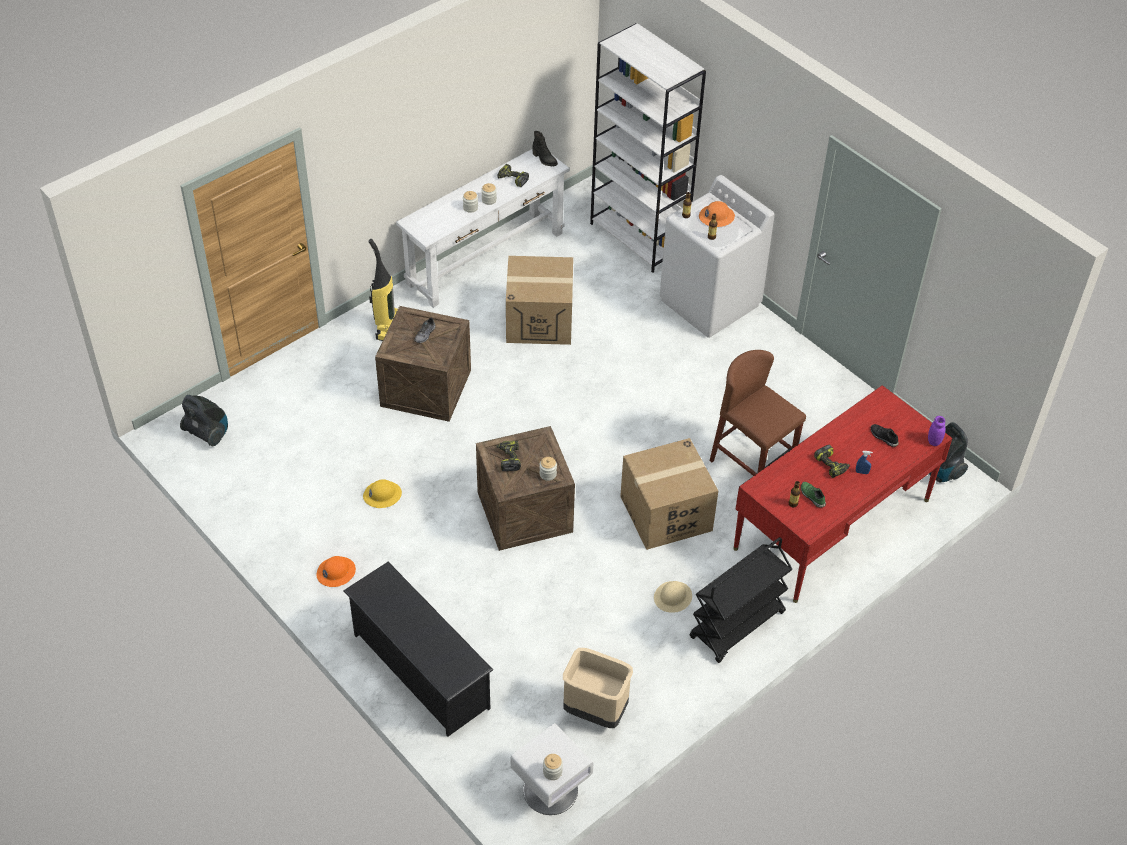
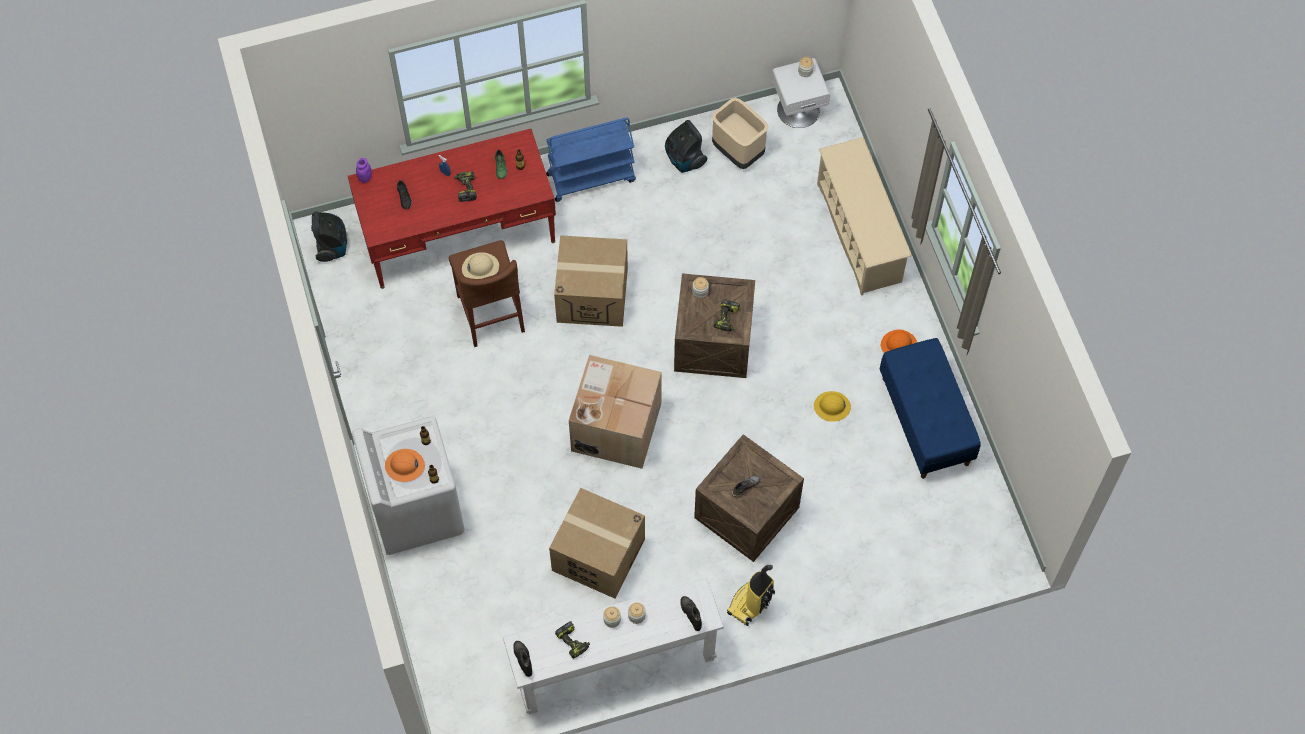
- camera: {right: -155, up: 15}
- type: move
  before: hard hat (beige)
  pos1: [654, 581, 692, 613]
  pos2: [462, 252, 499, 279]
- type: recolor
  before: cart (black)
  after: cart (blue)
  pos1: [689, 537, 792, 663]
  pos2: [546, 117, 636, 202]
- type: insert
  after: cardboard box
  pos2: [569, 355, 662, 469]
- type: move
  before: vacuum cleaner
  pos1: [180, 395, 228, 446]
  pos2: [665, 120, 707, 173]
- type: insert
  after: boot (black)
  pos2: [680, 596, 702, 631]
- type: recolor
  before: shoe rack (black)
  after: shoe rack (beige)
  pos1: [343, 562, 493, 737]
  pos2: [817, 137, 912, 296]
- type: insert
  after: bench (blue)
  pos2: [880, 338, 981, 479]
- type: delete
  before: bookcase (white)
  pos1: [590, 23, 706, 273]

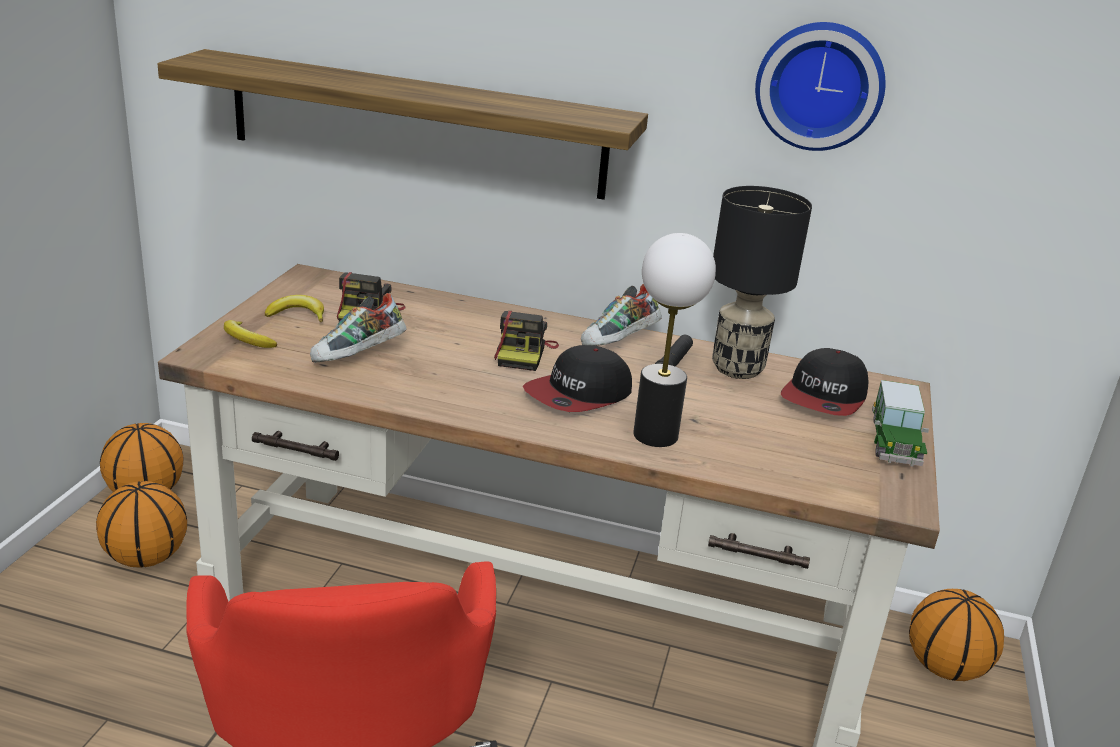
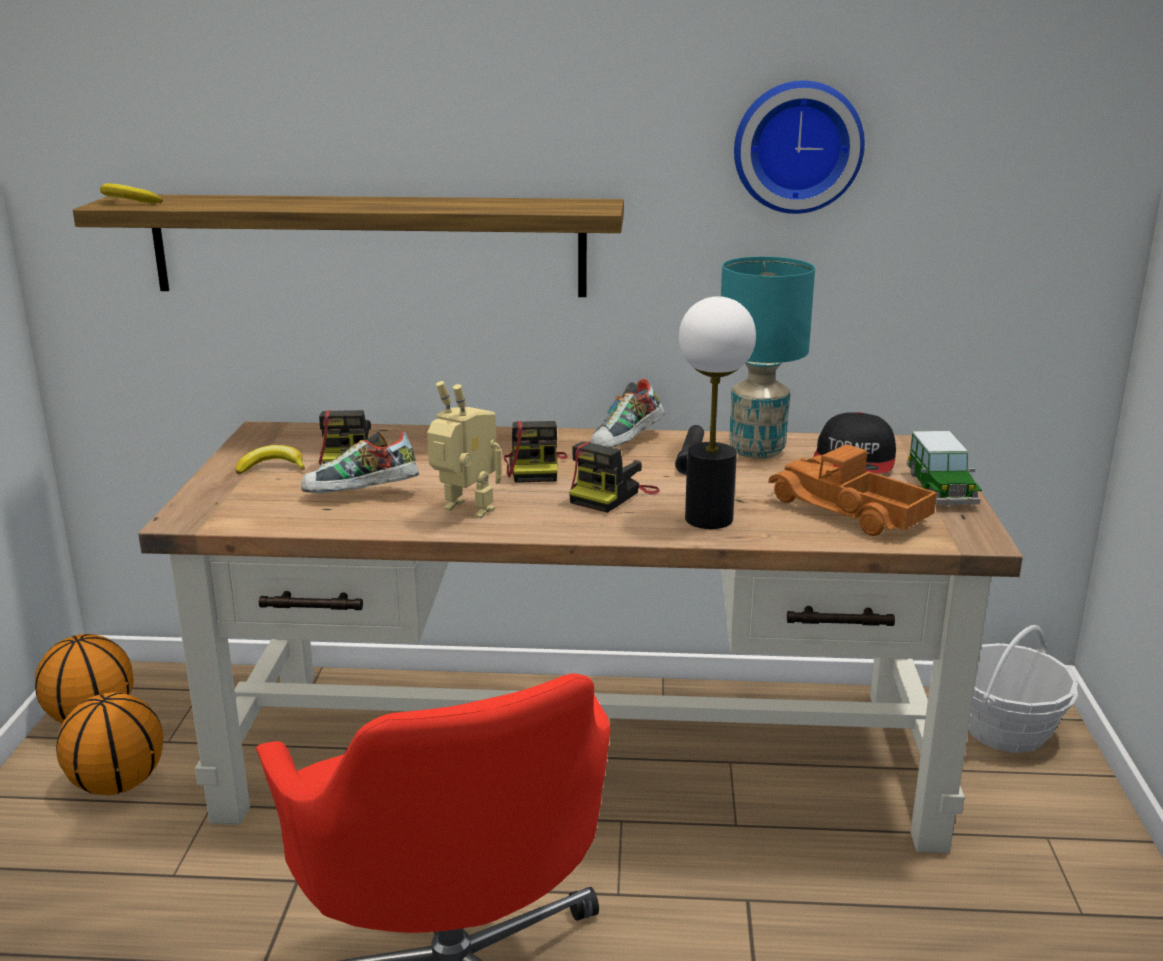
- camera: {right: -10, up: -5}
- type: move
  before: banana
  pos1: [224, 320, 277, 348]
  pos2: [100, 183, 163, 203]
- type: rotate
  before: shoe
  pos1: [310, 293, 407, 363]
  pos2: [301, 431, 419, 493]
  turn: 45
- type: insert
  after: toy robot
  pos2: [427, 381, 502, 518]
- type: replace
  before: cap
  after: photo camera
  pos1: [523, 345, 632, 412]
  pos2: [569, 442, 660, 513]
- type: recolor
  before: table lamp (black)
  after: table lamp (turquoise)
  pos1: [712, 186, 812, 379]
  pos2: [721, 256, 815, 459]
- type: insert
  after: toy truck
  pos2: [769, 444, 937, 536]
- type: replace
  before: basketball
  after: basket
  pos1: [909, 589, 1004, 681]
  pos2: [968, 625, 1078, 753]

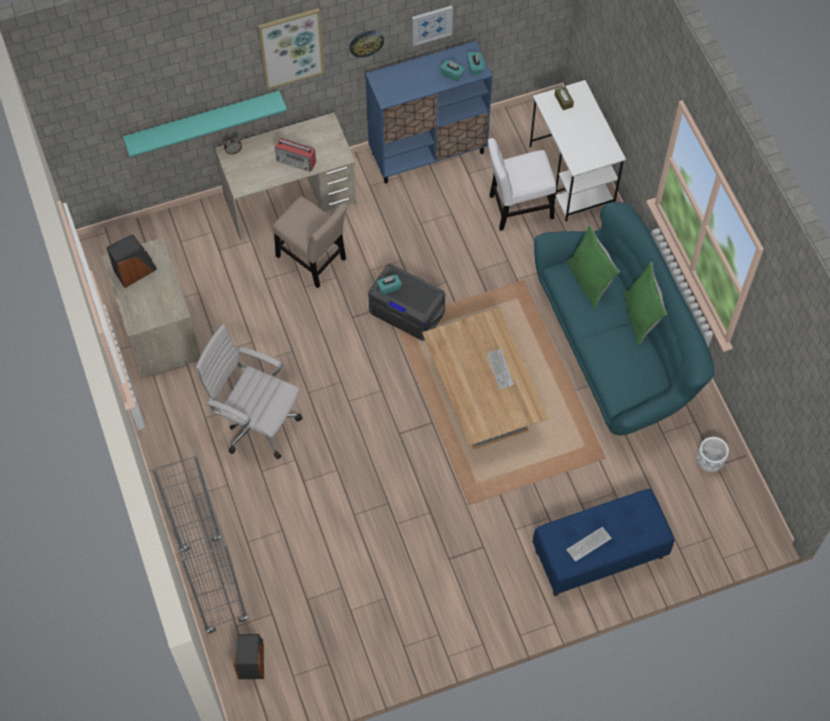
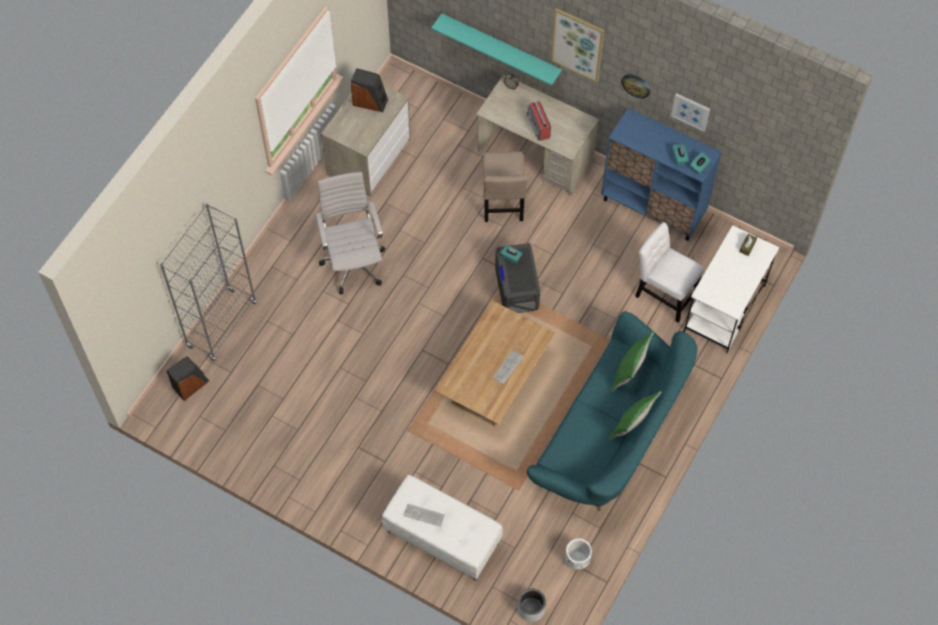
- camera: {right: 50, up: 0}
- type: recolor
  before: bench (blue)
  after: bench (white)
  pos1: [533, 489, 674, 596]
  pos2: [382, 475, 503, 581]
- type: insert
  after: planter (grey)
  pos2: [518, 589, 546, 622]

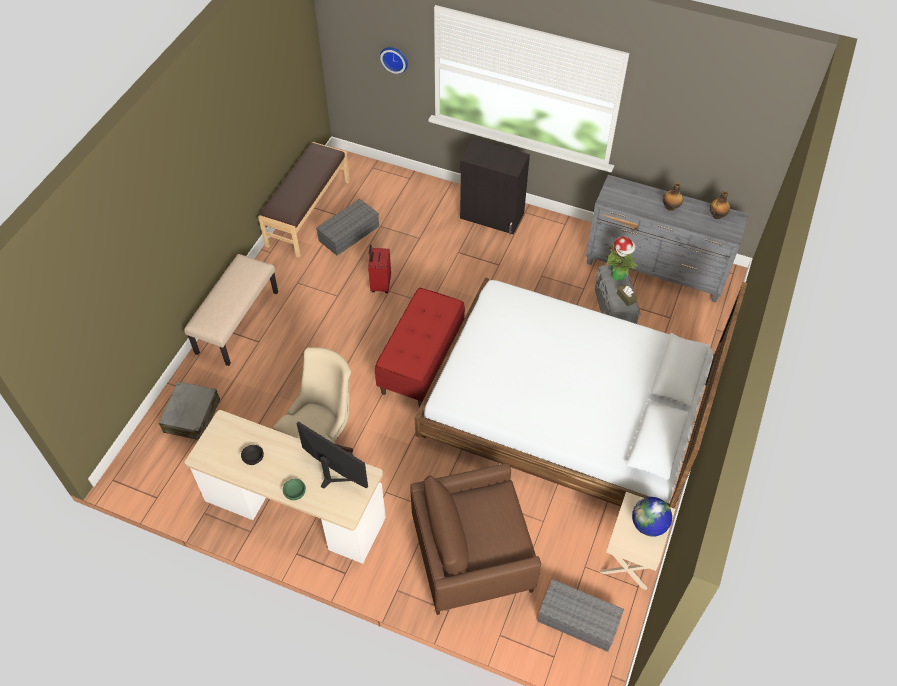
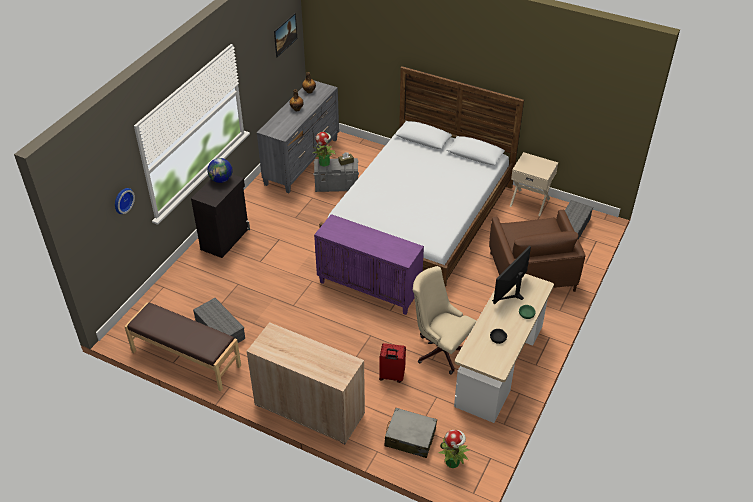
- camera: {right: -85, up: -10}
- type: move
  before: globe
  pos1: [632, 497, 672, 537]
  pos2: [207, 158, 233, 183]
- type: replace
  before: bench (beige)
  after: cabinet (beige)
  pos1: [184, 254, 278, 366]
  pos2: [246, 322, 365, 444]
- type: insert
  after: picture
  pos2: [274, 13, 297, 57]
- type: replace
  before: bench (red)
  after: cabinet (purple)
  pos1: [375, 288, 465, 408]
  pos2: [314, 214, 424, 315]
- type: move
  before: suitcase (red)
  pos1: [368, 245, 391, 293]
  pos2: [379, 343, 406, 383]
- type: insert
  after: potted plant
  pos2: [439, 430, 469, 468]

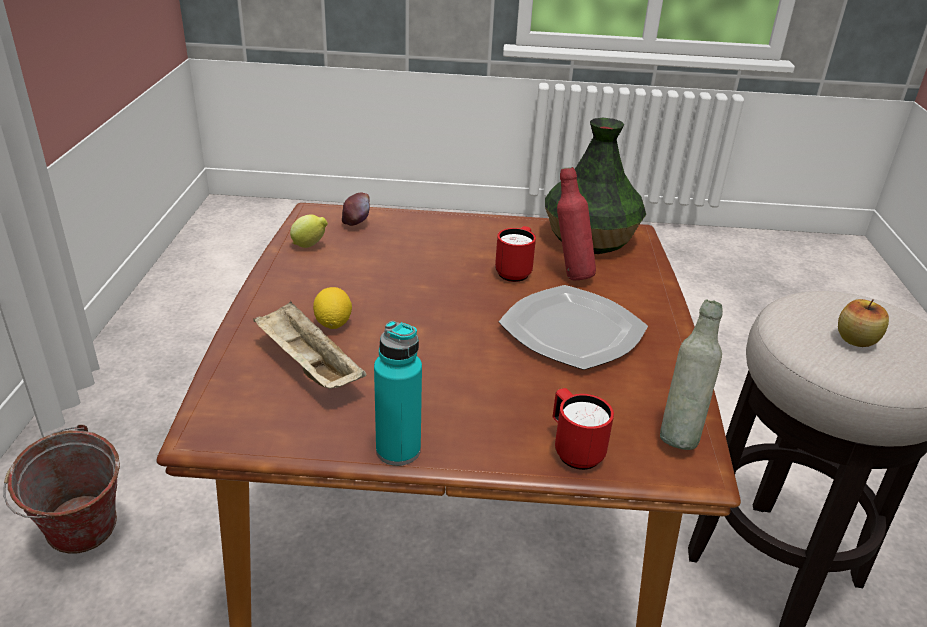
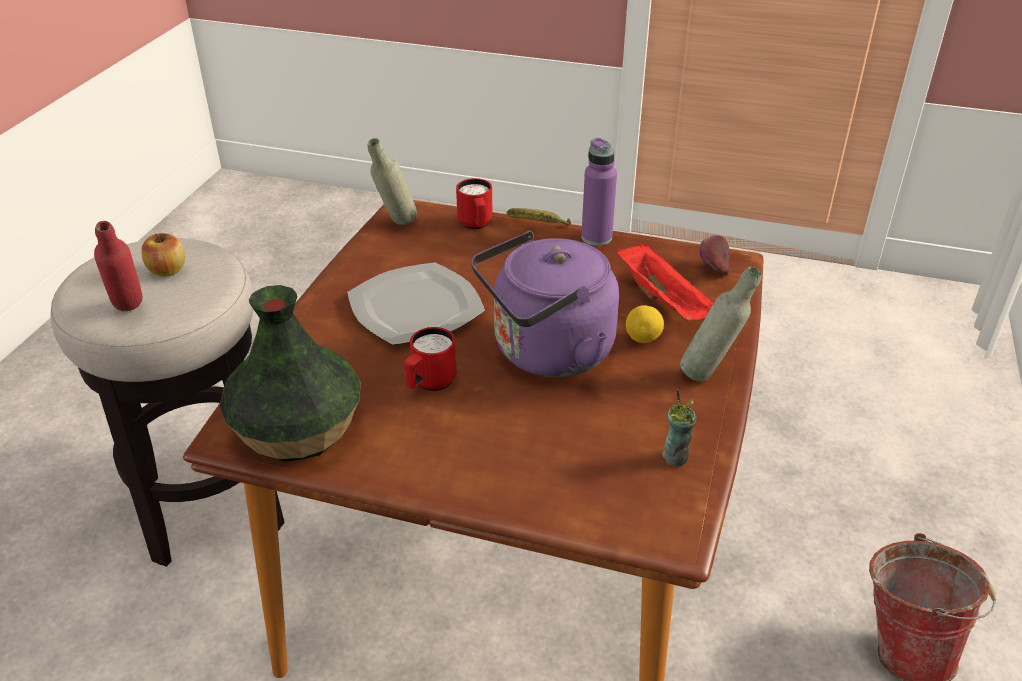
- camera: {right: -165, up: 5}
- type: move
  before: bottle (red)
  pos1: [557, 167, 596, 281]
  pos2: [94, 221, 142, 311]
- type: insert
  after: kettle (purple)
  pos2: [471, 231, 619, 377]
- type: insert
  after: banana
  pos2: [507, 208, 571, 225]
- type: recolor
  before: bottle (turquoise)
  after: bottle (purple)
  pos1: [374, 321, 422, 466]
  pos2: [581, 138, 617, 246]
- type: recolor
  before: tray (beige)
  after: tray (red)
  pos1: [253, 301, 367, 389]
  pos2: [617, 243, 716, 321]
- type: replace
  before: lemon
  after: cup
  pos1: [290, 215, 328, 248]
  pos2: [662, 389, 696, 467]
- type: insert
  after: bottle (grey)
  pos2: [680, 266, 762, 382]
- type: move
  before: apple
  pos1: [342, 193, 370, 226]
  pos2: [700, 235, 730, 275]

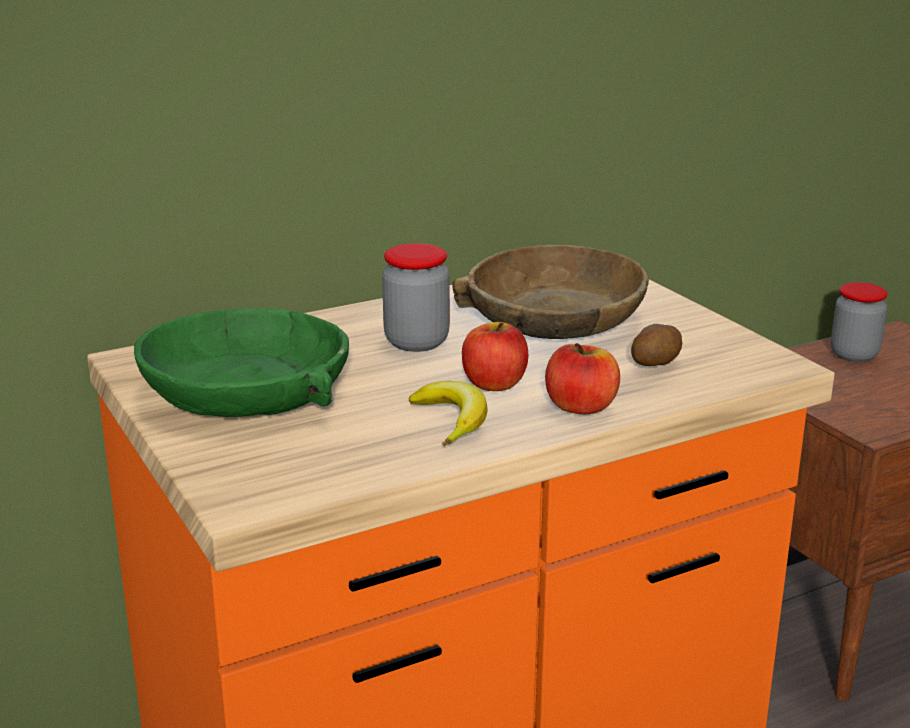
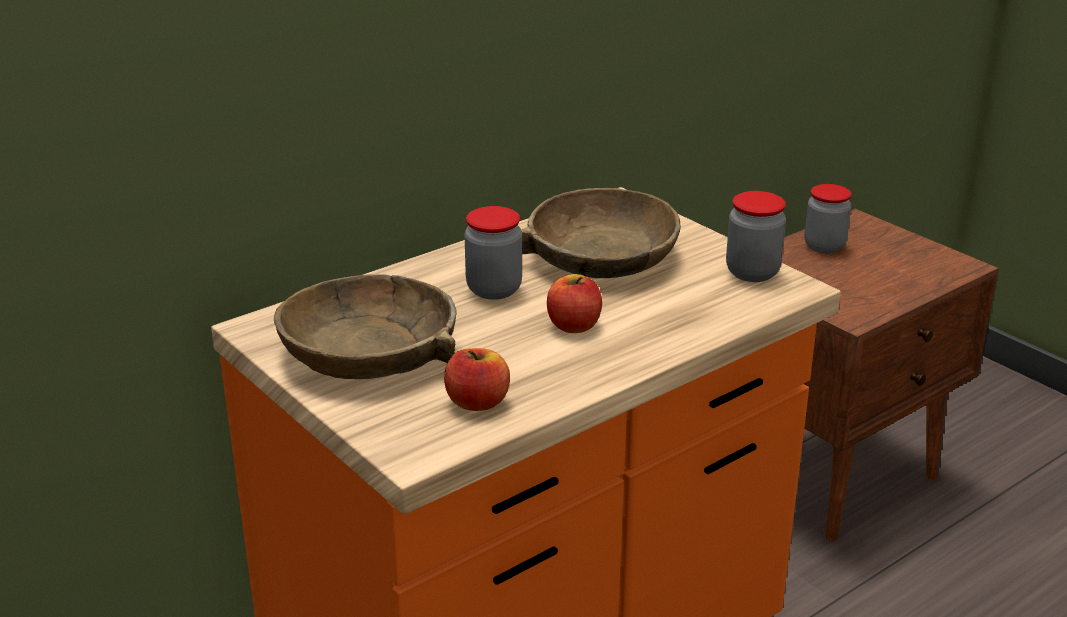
- camera: {right: -10, up: 5}
- type: recolor
  before: bowl (green)
  after: bowl (brown)
  pos1: [134, 308, 349, 417]
  pos2: [274, 274, 457, 379]
- type: move
  before: apple
  pos1: [545, 343, 620, 414]
  pos2: [444, 348, 510, 411]
- type: insert
  after: jar
  pos2: [726, 191, 786, 282]
- type: delete
  before: banana
  pos1: [409, 381, 487, 446]
- type: delete
  before: potato
  pos1: [631, 324, 682, 366]

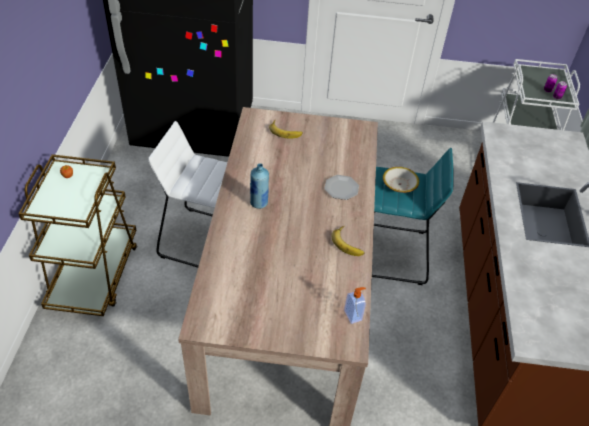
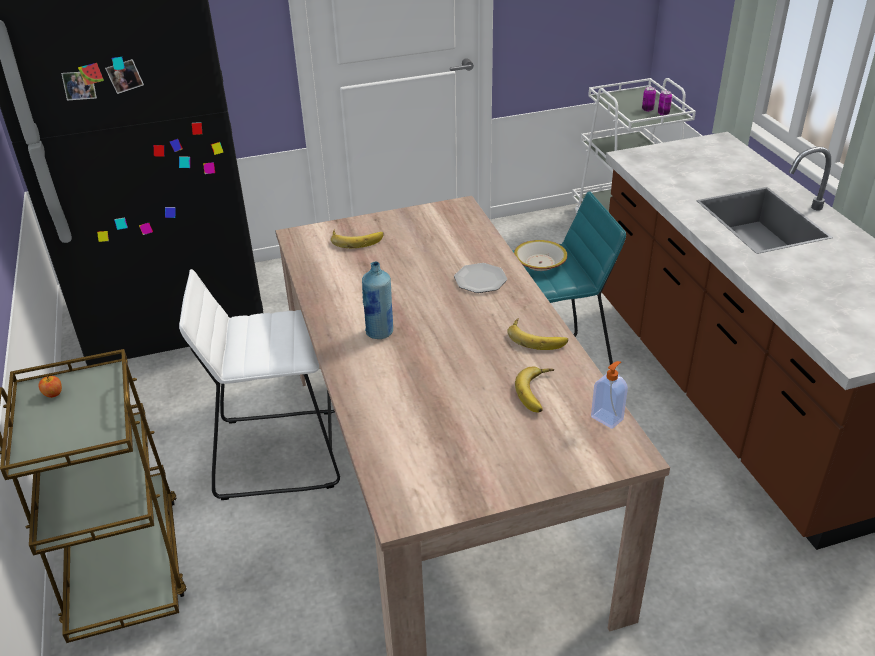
- camera: {right: -20, up: -10}
- type: insert
  after: banana
  pos2: [515, 367, 554, 412]

